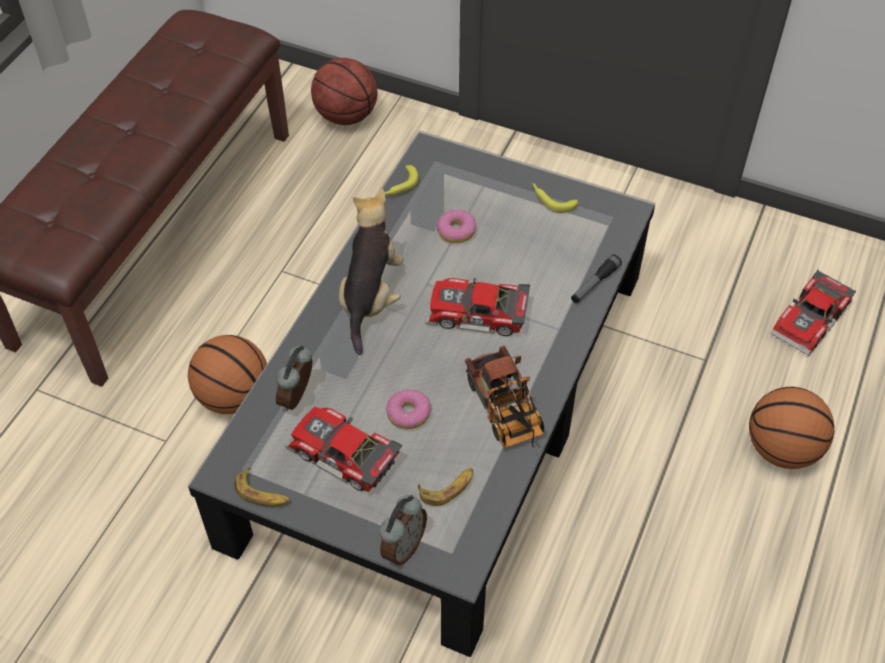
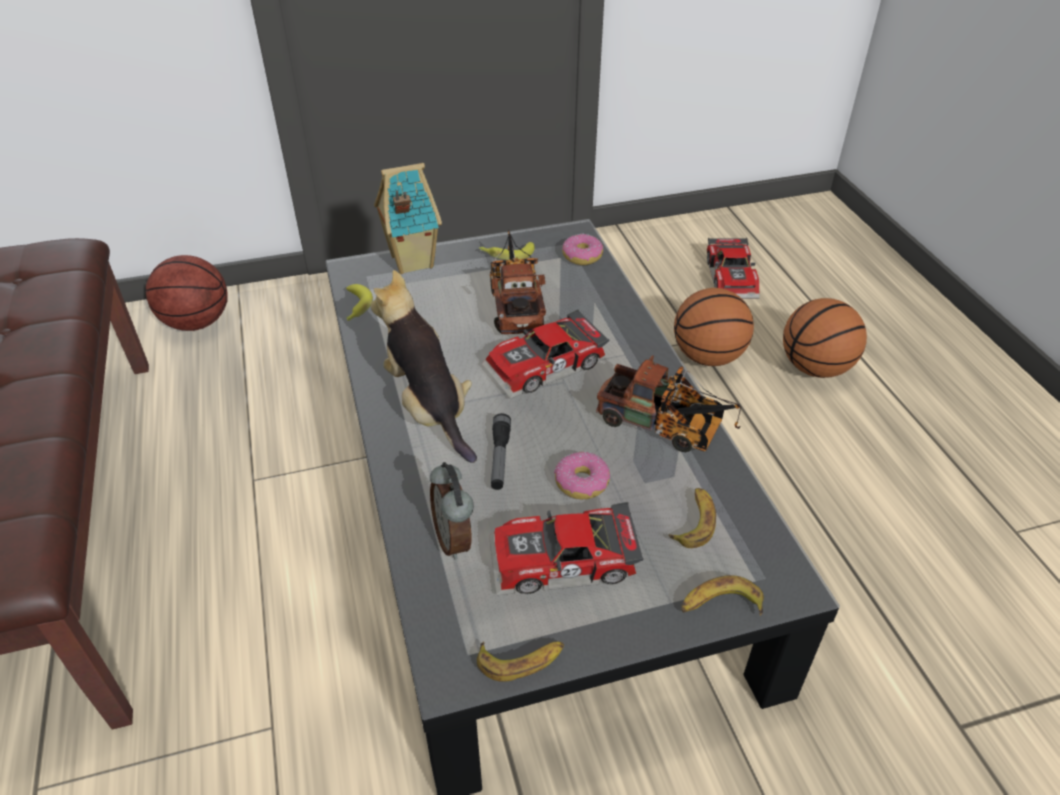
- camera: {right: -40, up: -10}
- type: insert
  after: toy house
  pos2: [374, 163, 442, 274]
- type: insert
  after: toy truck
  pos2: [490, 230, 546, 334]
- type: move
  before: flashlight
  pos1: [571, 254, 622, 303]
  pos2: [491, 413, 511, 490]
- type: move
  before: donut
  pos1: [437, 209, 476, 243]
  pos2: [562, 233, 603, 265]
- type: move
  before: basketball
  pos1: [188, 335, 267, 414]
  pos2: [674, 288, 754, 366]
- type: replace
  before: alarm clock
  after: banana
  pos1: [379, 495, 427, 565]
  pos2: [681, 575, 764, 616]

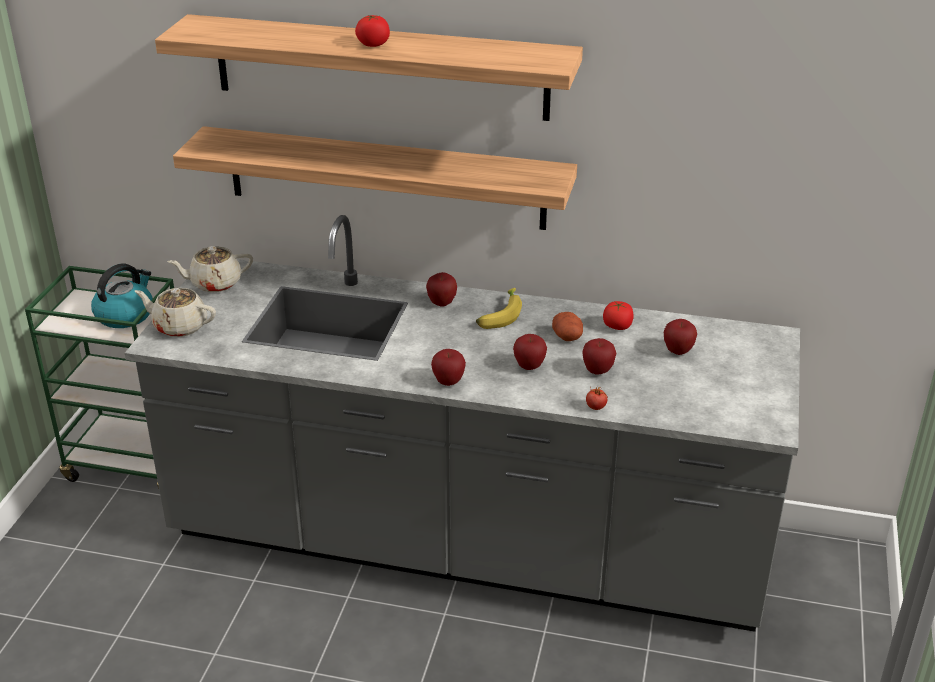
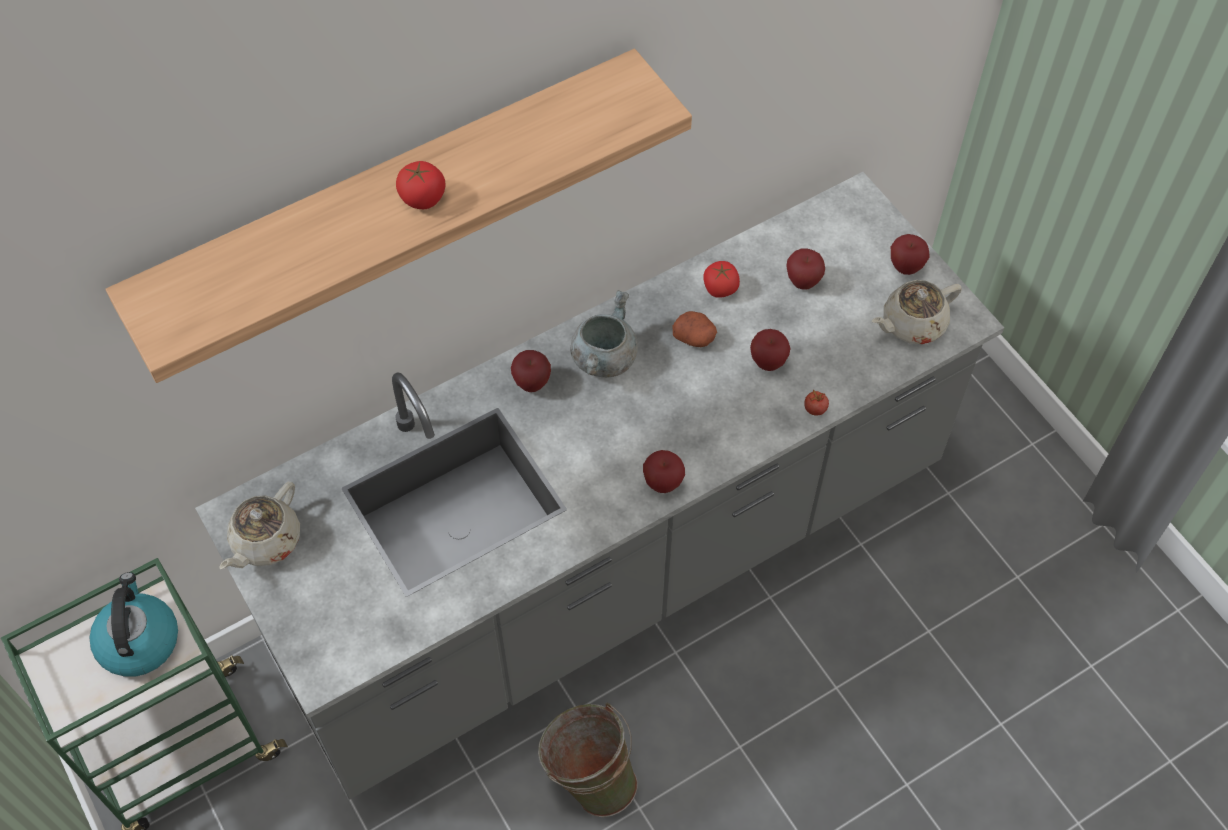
- camera: {right: -45, up: 25}
- type: insert
  after: bucket (green)
  pos2: [538, 703, 638, 817]
- type: replace
  before: banana
  after: cooking pot (grey)
  pos1: [476, 288, 522, 329]
  pos2: [570, 290, 638, 378]
- type: move
  before: teapot (beige)
  pos1: [135, 288, 216, 337]
  pos2: [872, 280, 962, 344]
- type: move
  before: apple
  pos1: [513, 334, 547, 370]
  pos2: [891, 234, 930, 275]
- type: delete
  before: shelf
  pos1: [173, 126, 577, 230]

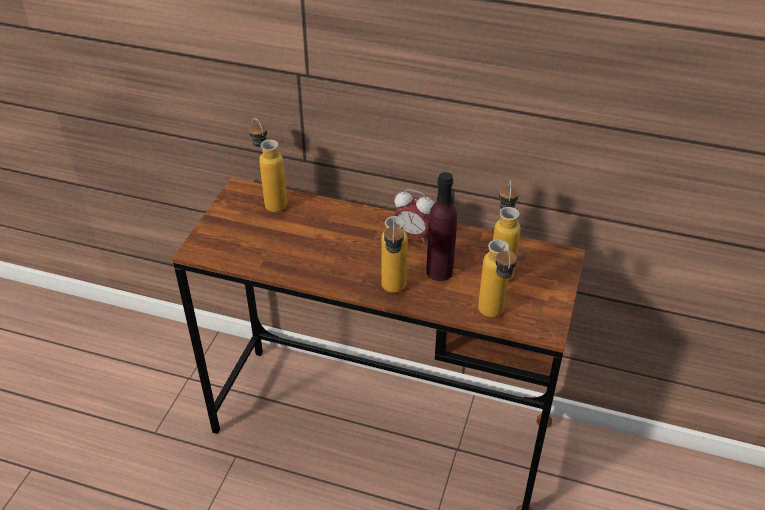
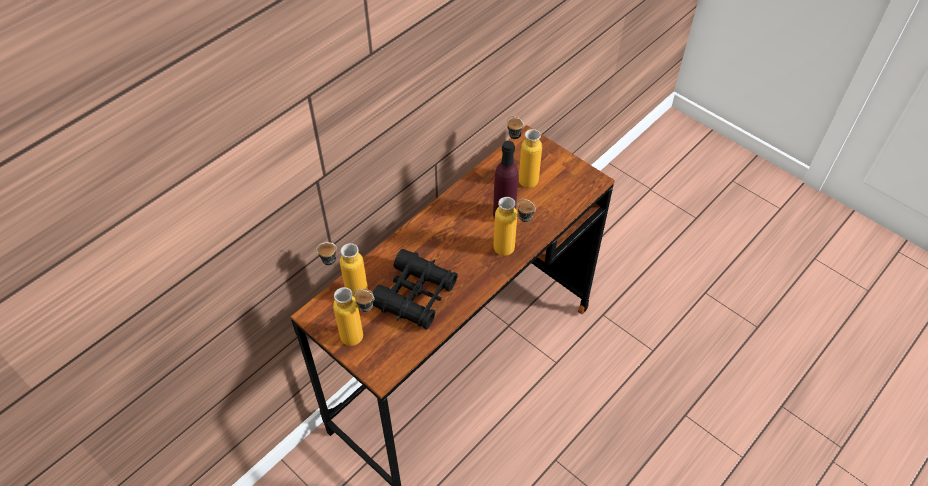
- camera: {right: -65, up: 10}
- type: move
  before: bottle
  pos1: [478, 239, 517, 317]
  pos2: [333, 287, 374, 346]
- type: insert
  after: binoculars (black)
  pos2: [372, 249, 458, 330]
- type: delete
  before: alarm clock
  pos1: [393, 189, 434, 244]

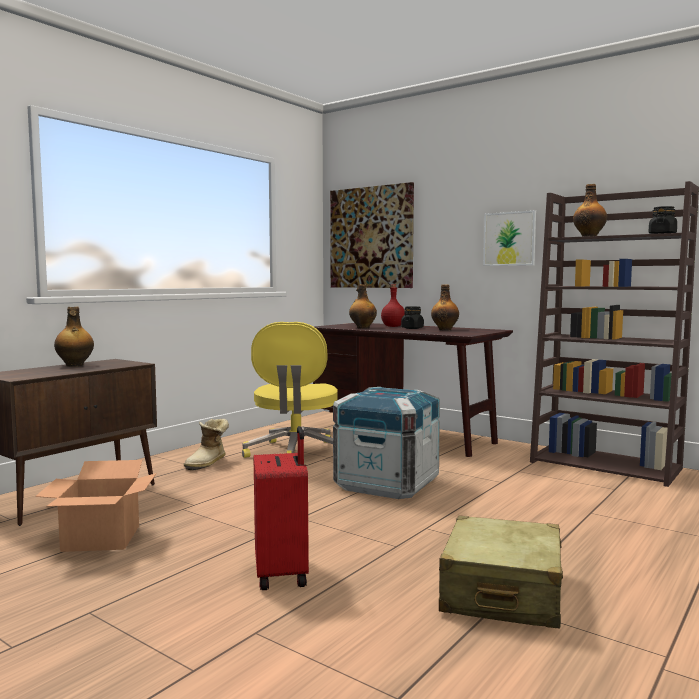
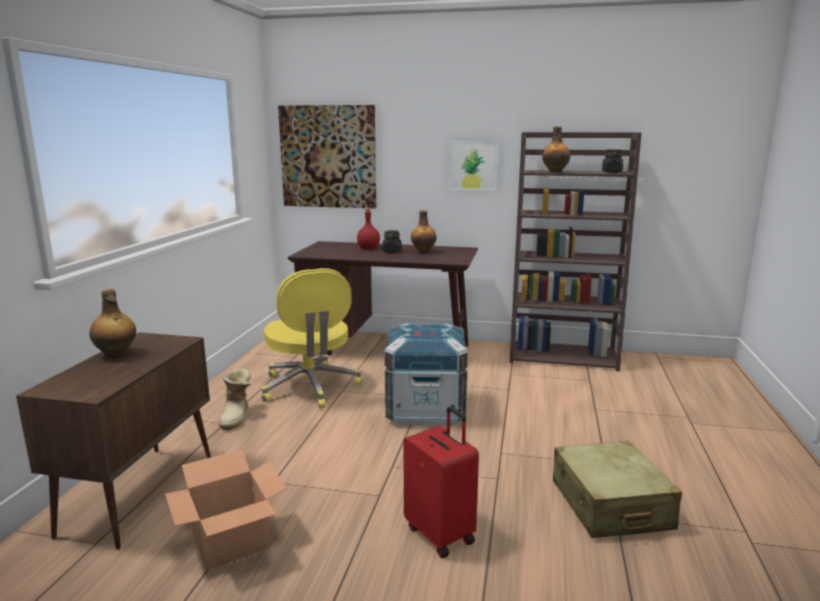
- camera: {right: -25, up: 10}
- type: delete
  before: bottle
  pos1: [349, 284, 377, 328]

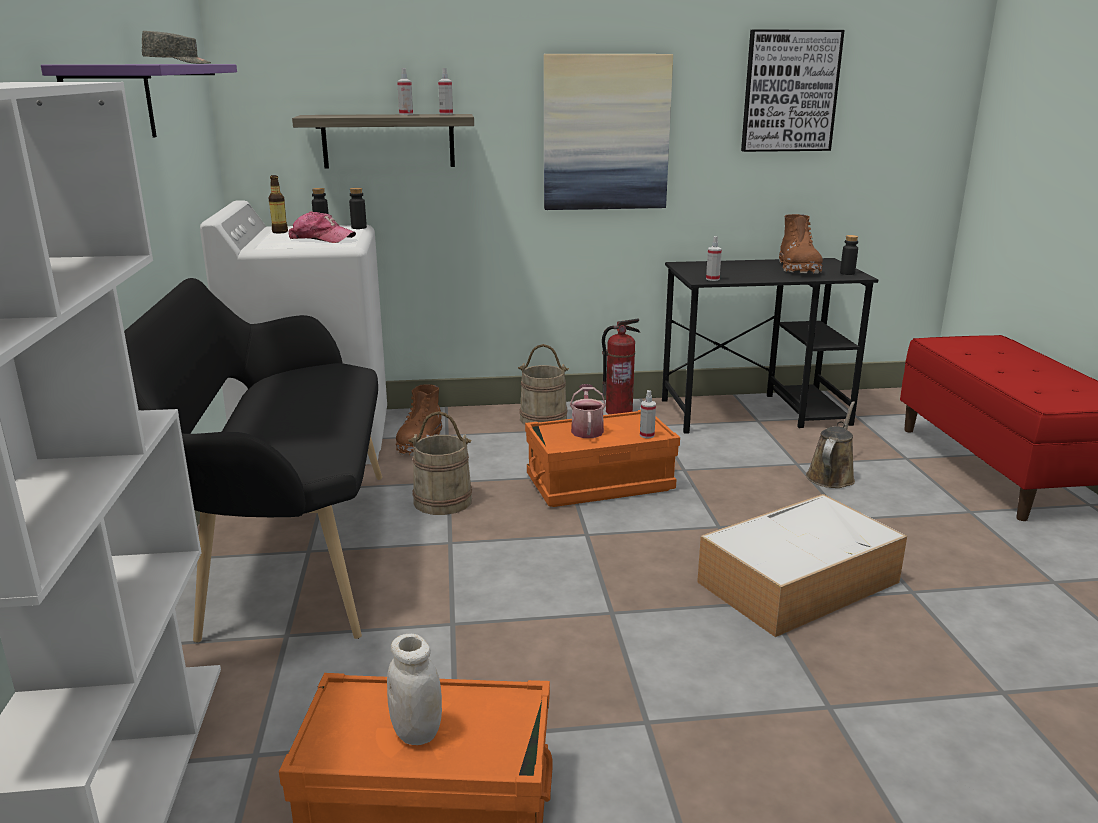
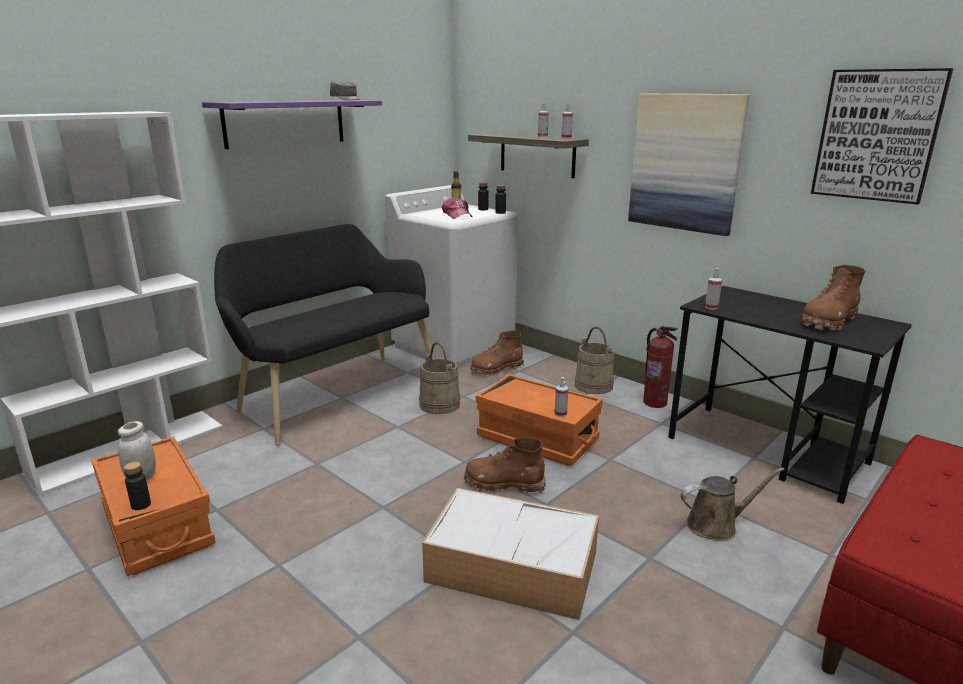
- camera: {right: 50, up: 0}
- type: move
  before: bottle (black)
  pos1: [840, 235, 858, 275]
  pos2: [124, 462, 151, 510]
- type: insert
  after: boot (brown)
  pos2: [464, 437, 546, 494]
- type: delete
  before: watering can
  pos1: [570, 384, 606, 438]

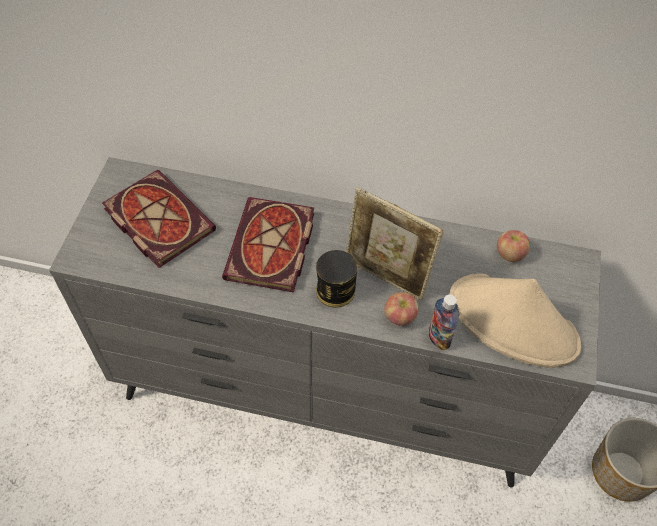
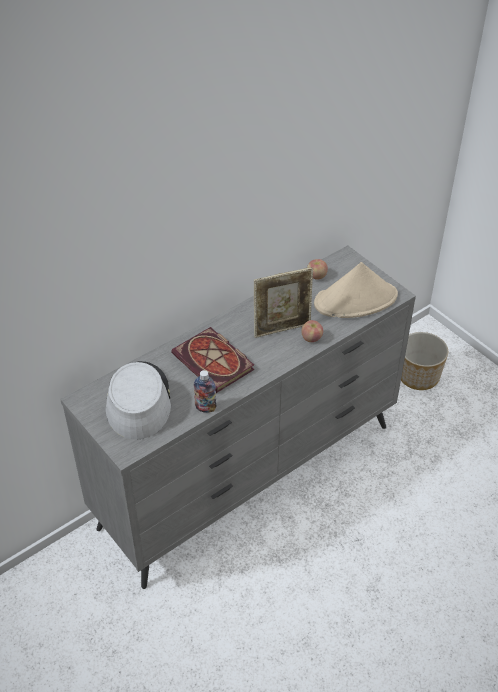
- camera: {right: -50, up: -10}
- type: replace
  before: book
  after: hat (grey)
  pos1: [102, 170, 216, 268]
  pos2: [105, 361, 171, 440]
- type: move
  before: bottle
  pos1: [429, 294, 459, 350]
  pos2: [194, 370, 217, 413]
- type: delete
  before: can
  pos1: [316, 250, 357, 308]

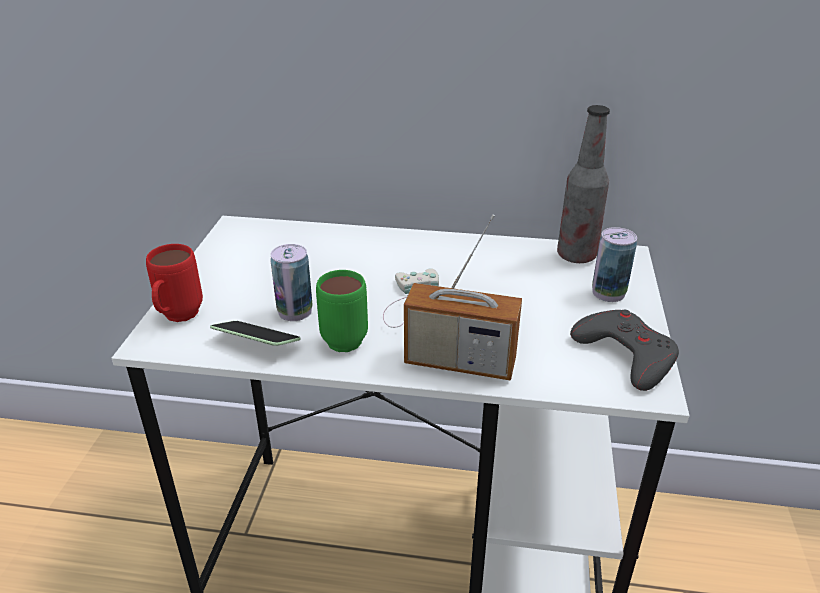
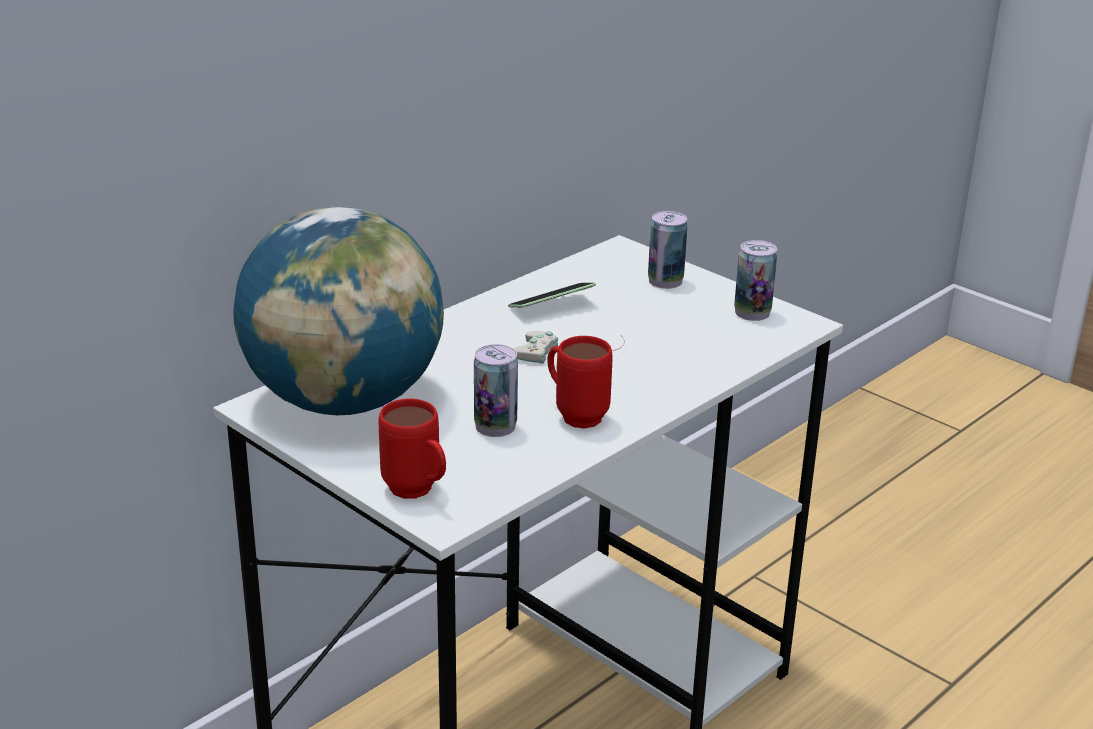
- camera: {right: -55, up: -5}
- type: insert
  after: globe
  pos2: [234, 207, 444, 415]
- type: move
  before: phone
  pos1: [210, 321, 301, 346]
  pos2: [508, 283, 596, 308]
- type: recolor
  before: mug (green)
  after: mug (red)
  pos1: [316, 270, 368, 352]
  pos2: [547, 336, 613, 428]
- type: replace
  before: game controller (grey)
  after: can
  pos1: [570, 309, 679, 391]
  pos2: [734, 240, 777, 321]
- type: delete
  before: radio
  pos1: [404, 215, 522, 380]
- type: delete
  before: bottle
  pos1: [557, 105, 610, 263]

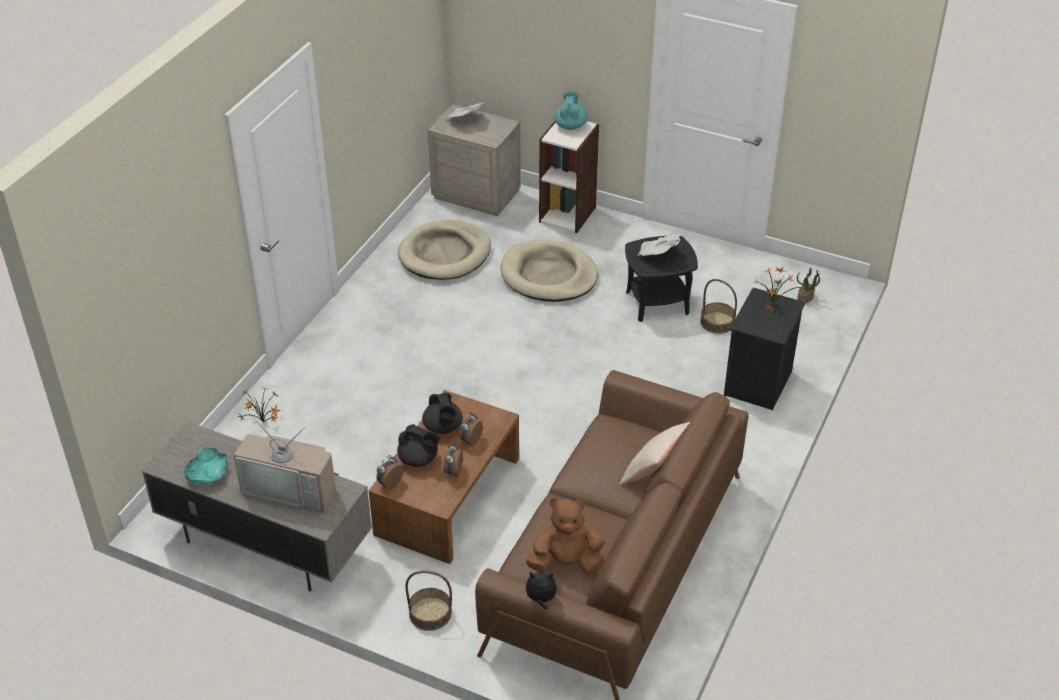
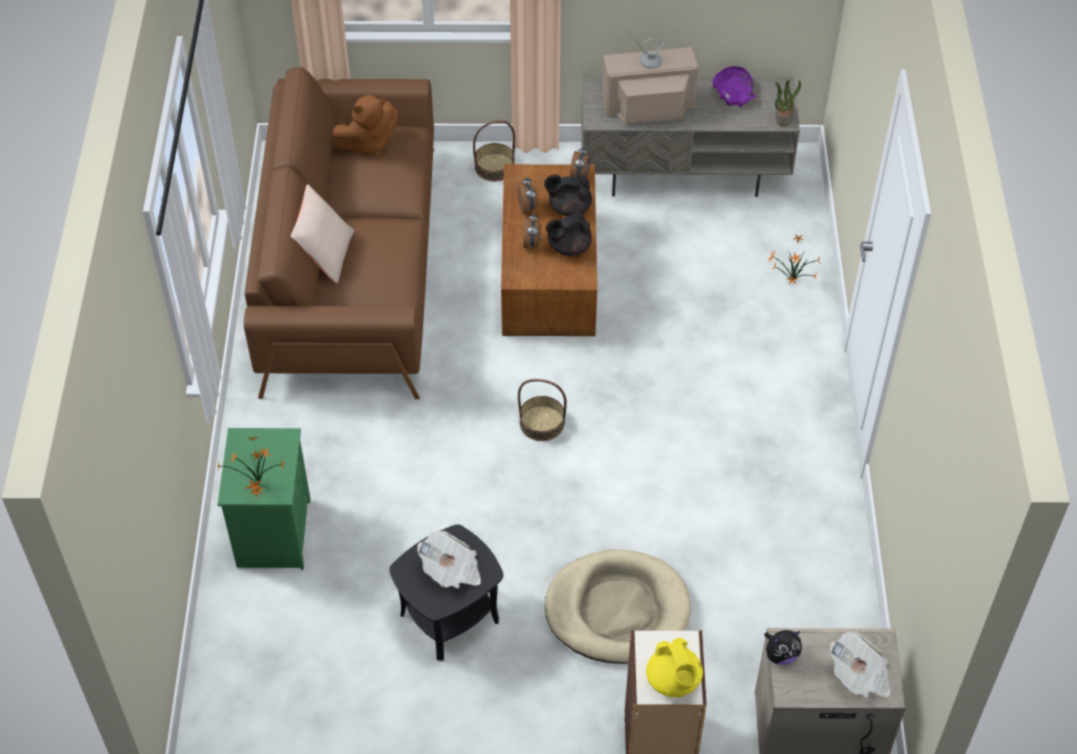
- camera: {right: 155, up: 10}
- type: recolor
  before: nightstand (black)
  after: nightstand (green)
  pos1: [724, 288, 806, 410]
  pos2: [217, 428, 311, 570]
- type: move
  before: basket
  pos1: [700, 279, 737, 334]
  pos2: [518, 379, 567, 441]
- type: rotate
  before: teapot (black)
  pos1: [422, 393, 463, 434]
  pos2: [546, 210, 592, 256]
  turn: -75
- type: recolor
  before: teapot (turquoise)
  after: teapot (yellow)
  pos1: [554, 92, 588, 130]
  pos2: [646, 637, 703, 697]
- type: recolor
  before: bowl (turquoise)
  after: bowl (purple)
  pos1: [184, 448, 228, 484]
  pos2: [713, 66, 757, 107]
- type: move
  before: plush toy
  pos1: [522, 572, 557, 609]
  pos2: [764, 630, 802, 665]
- type: move
  before: potted plant
  pos1: [797, 268, 820, 304]
  pos2: [775, 79, 801, 127]
- type: delete
  before: dog bed (beige)
  pos1: [398, 220, 491, 280]

